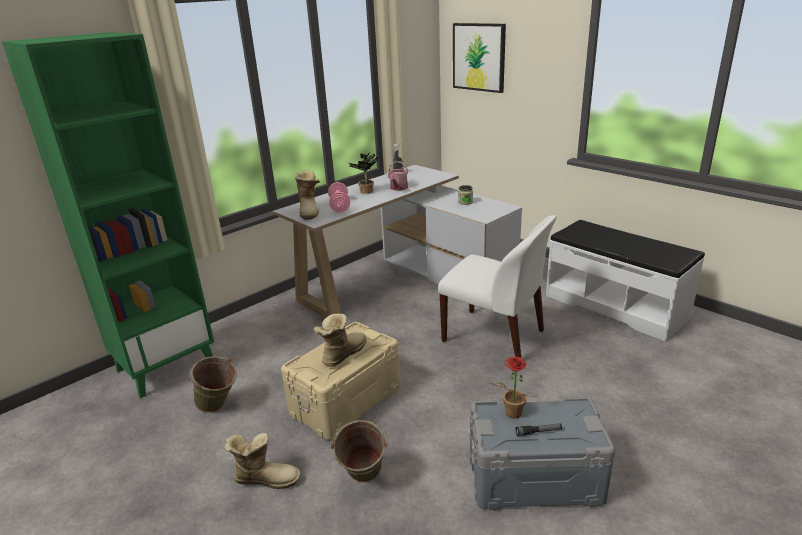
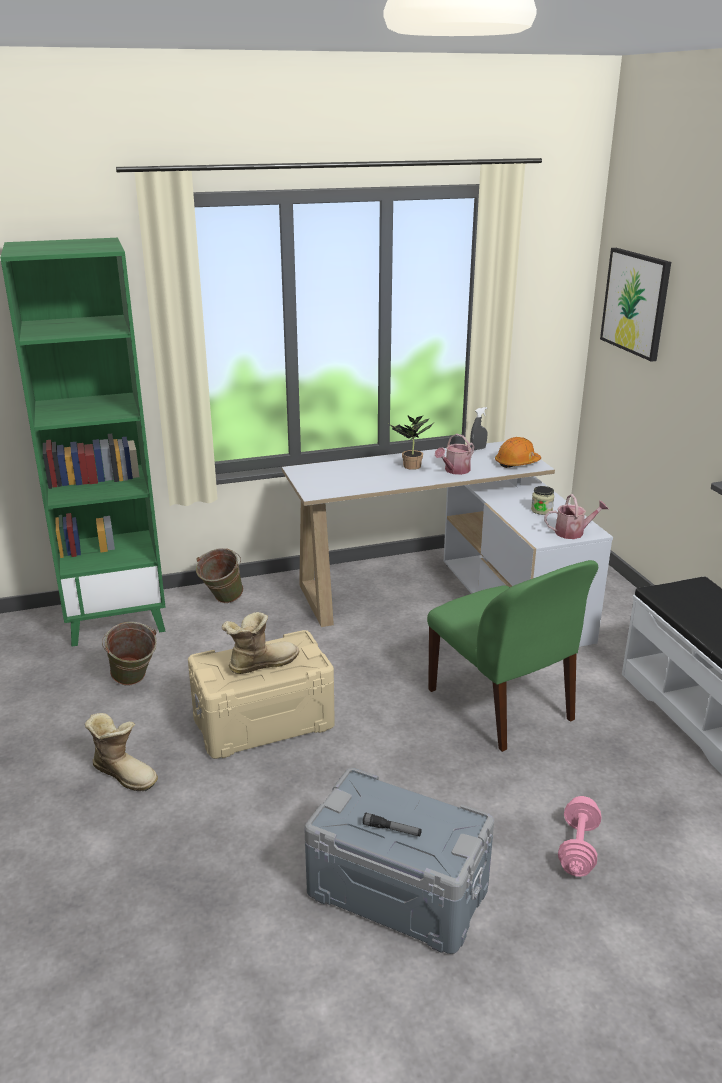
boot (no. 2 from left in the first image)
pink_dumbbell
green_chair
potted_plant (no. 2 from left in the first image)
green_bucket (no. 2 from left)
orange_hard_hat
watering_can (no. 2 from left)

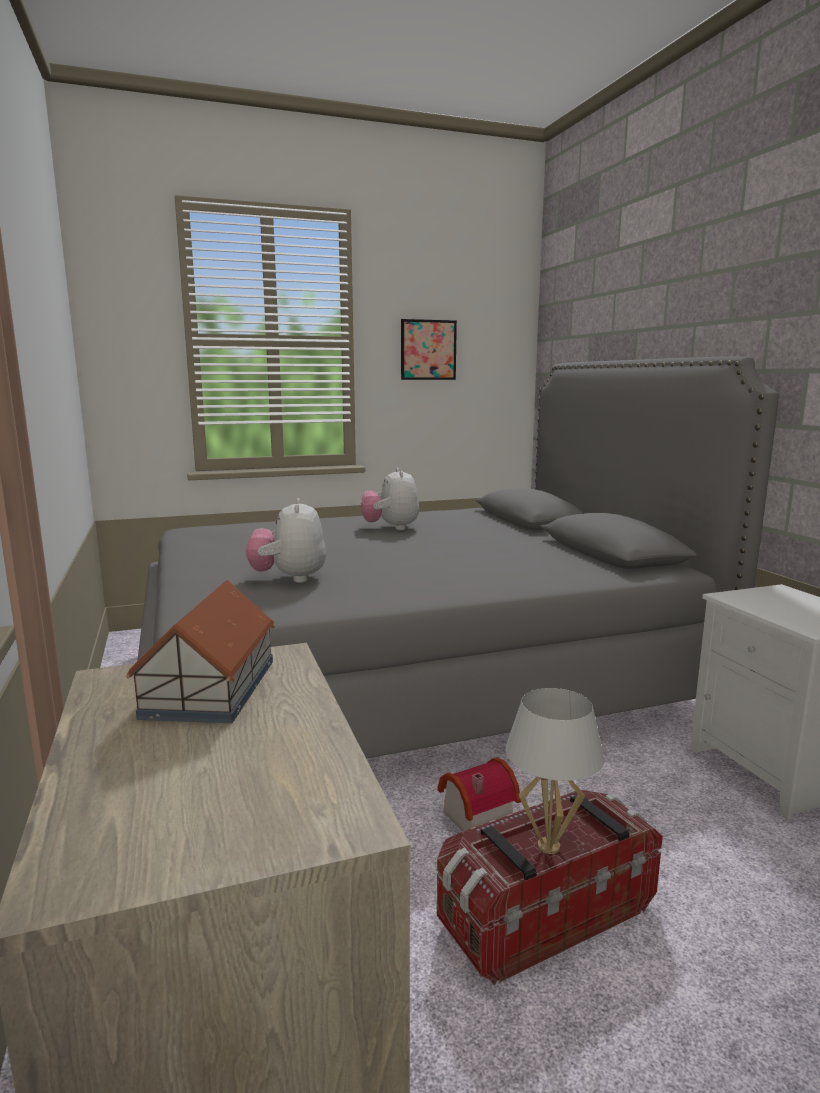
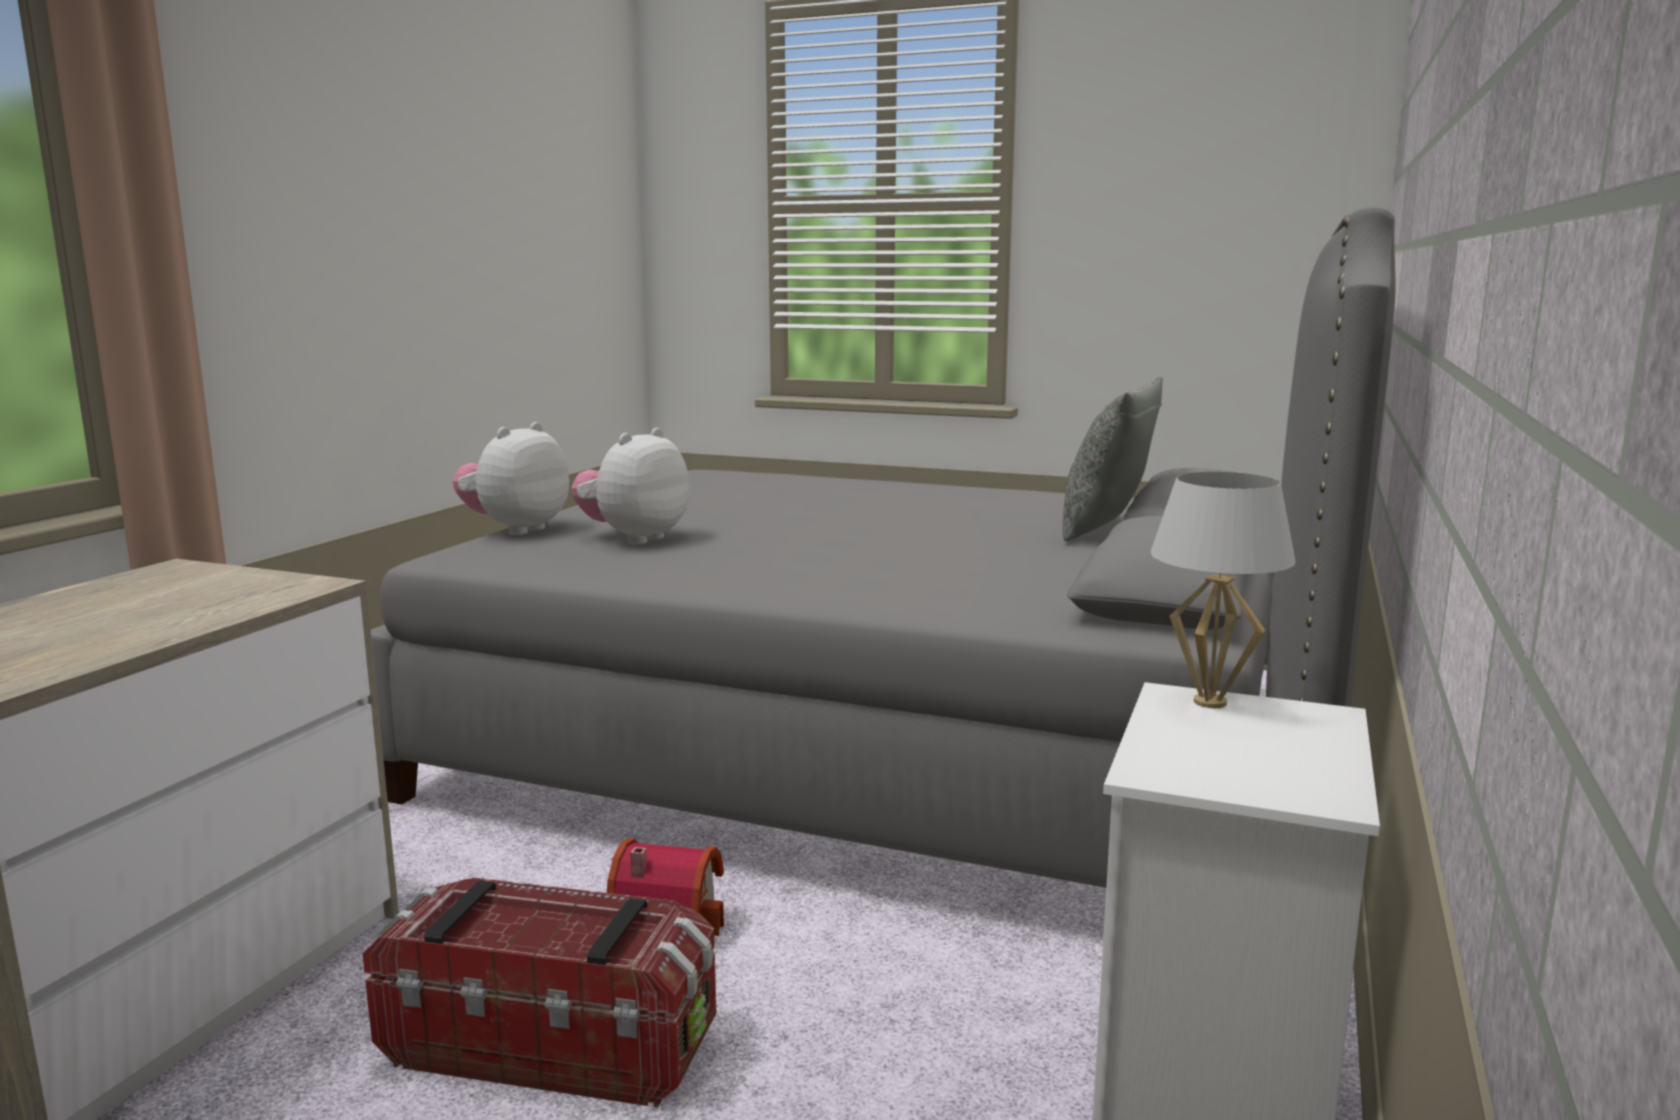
picture
plush_toy (no. 1 from left)
toy_house (no. 1 from left in the first image)
white_table_lamp
grey_pillow

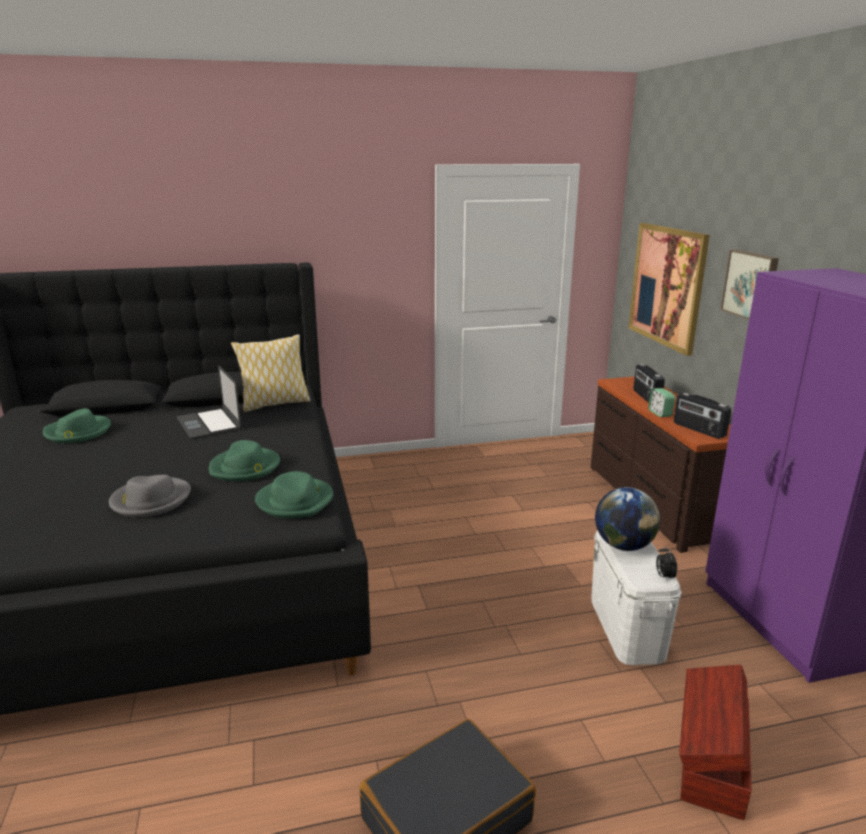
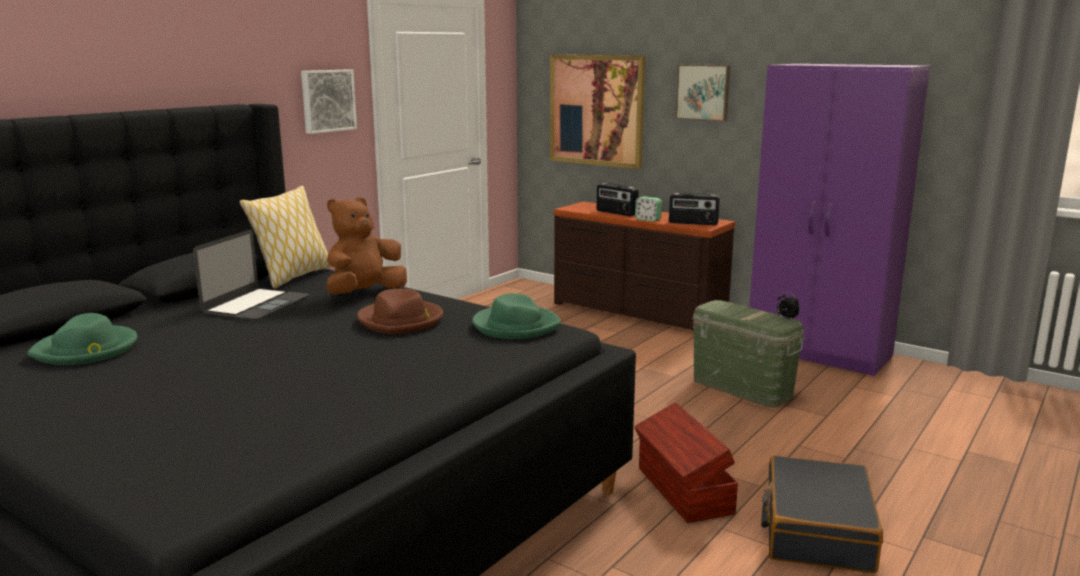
laptop
brown_hat
grey_hat
globe
green_storage_box
brown_storage_box
picture (no. 1 from left)
brown_plush_toy

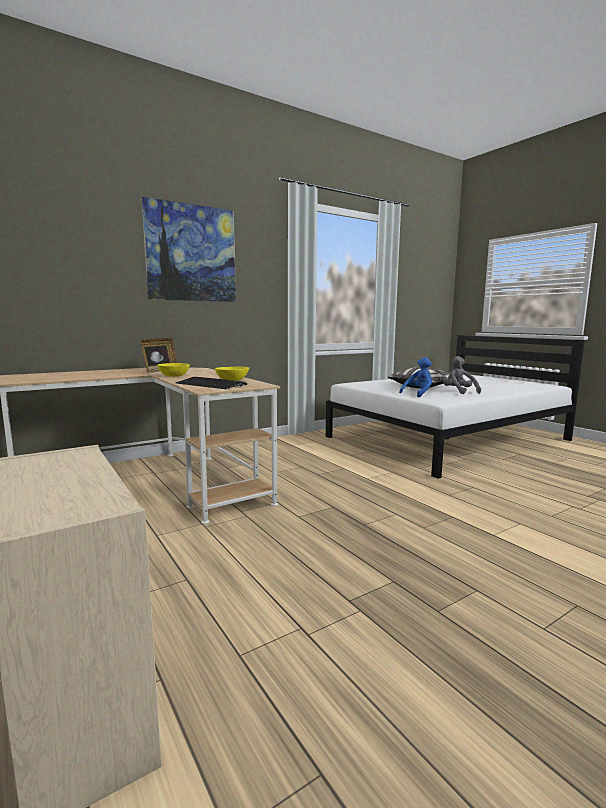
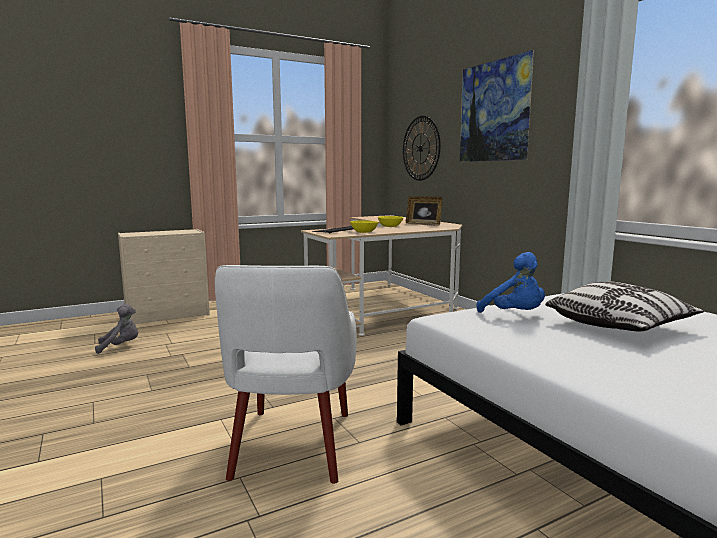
grey_plush_toy
wall_clock
white_armchair

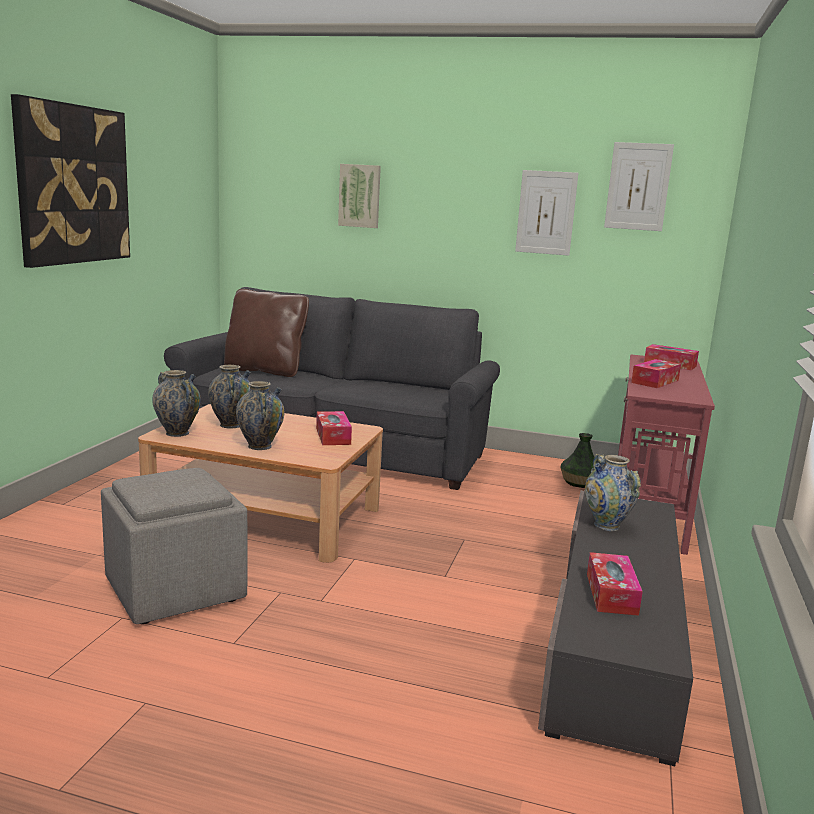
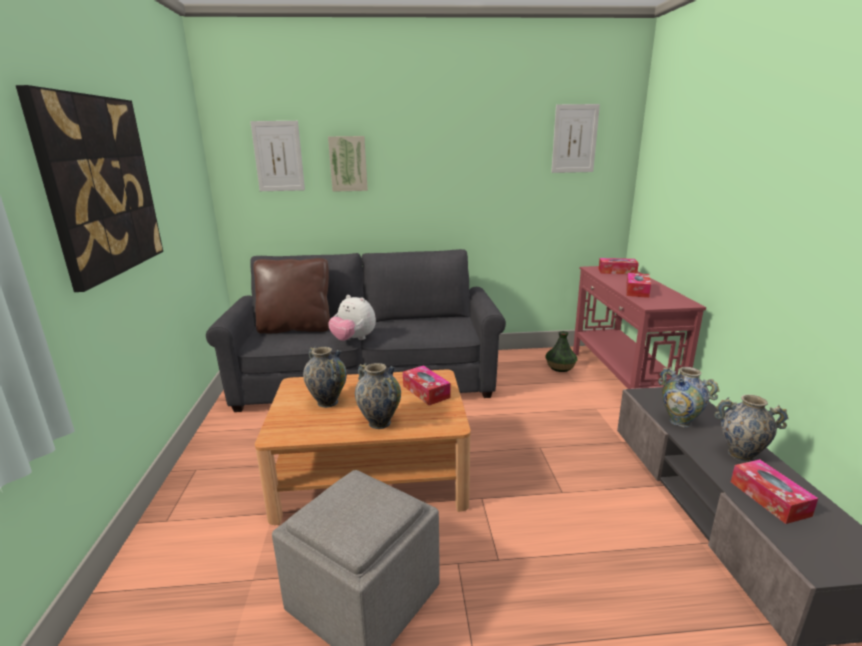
picture (no. 2 from left)
vase (no. 5 from left)
plush_toy

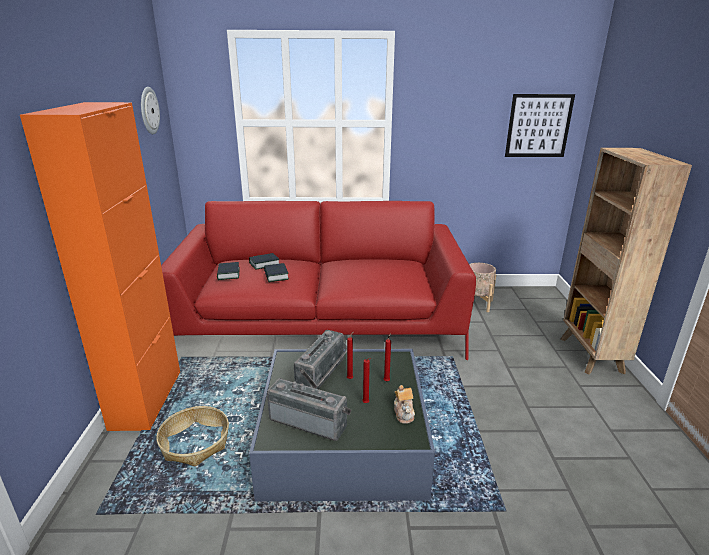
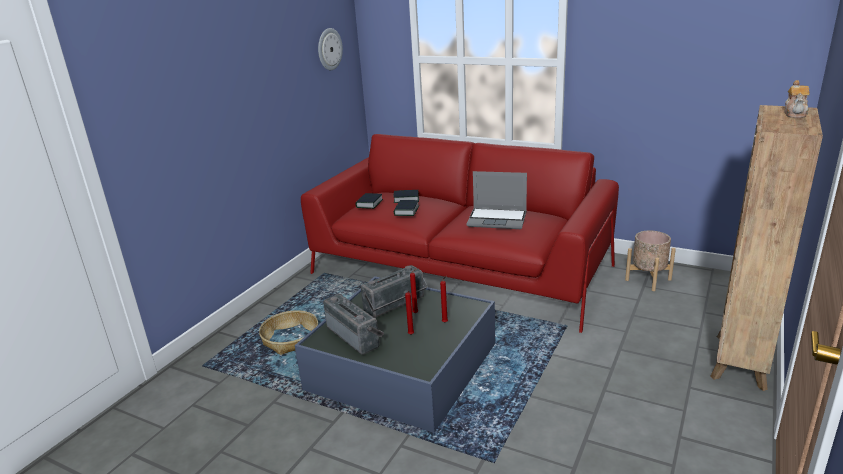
picture
orange_cabinet
teapot
laptop

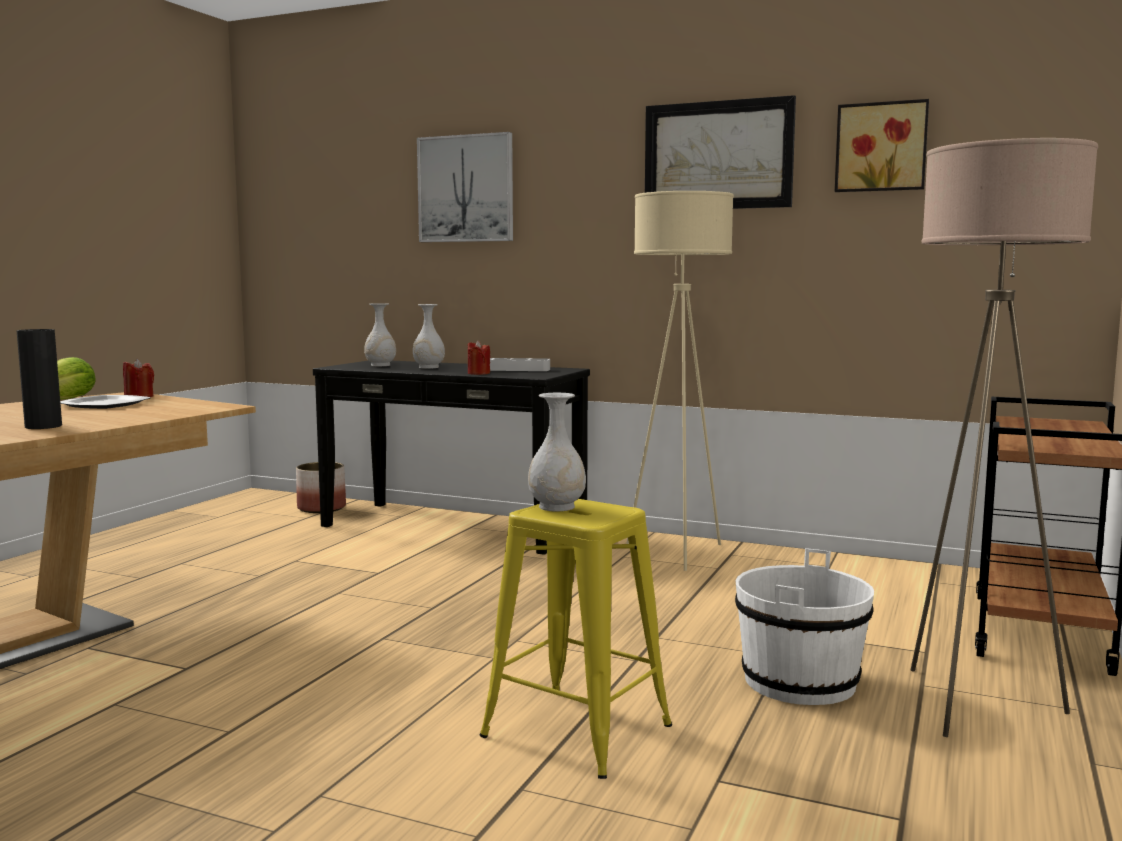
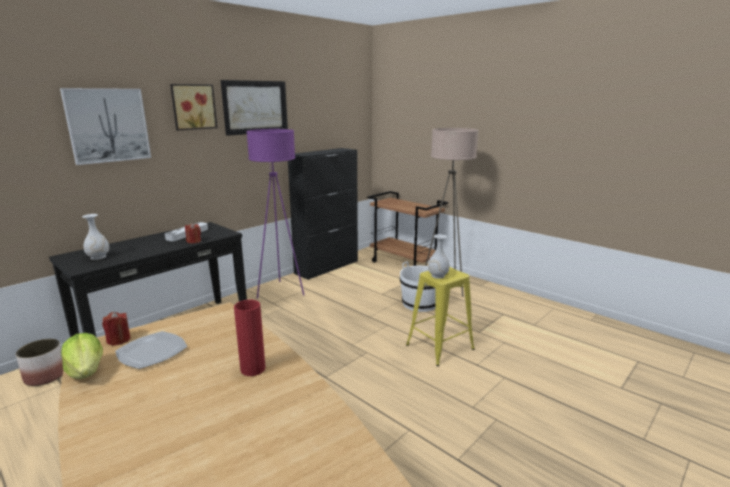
picture (no. 2 from left)
purple_floor_lamp
white_vase (no. 2 from left in the first image)
red_vase
black_cabinet

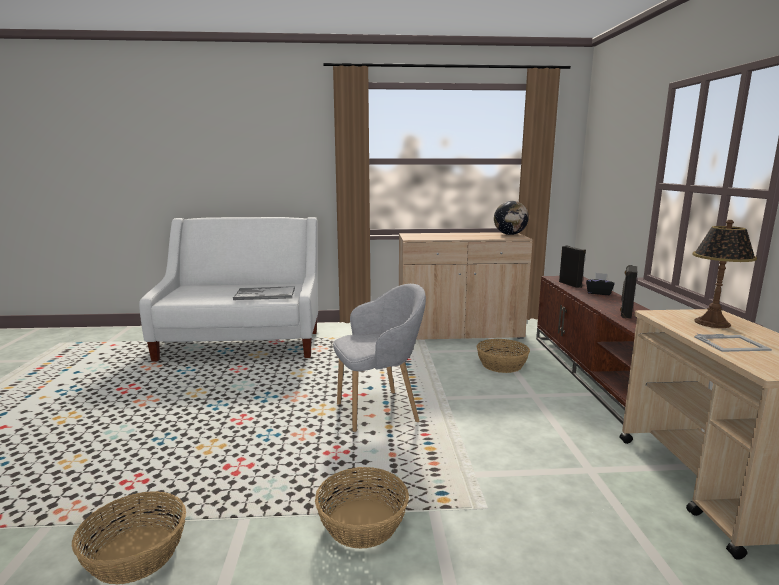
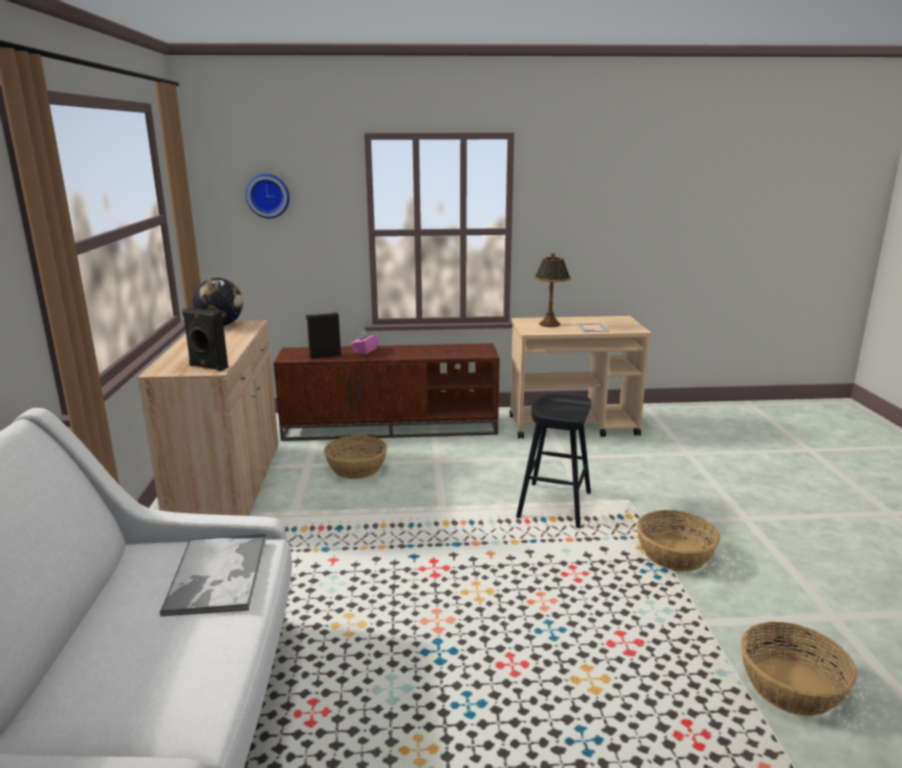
black_speaker (no. 1 from left)
pink_tissue_box
grey_armchair
wall_clock
black_stool

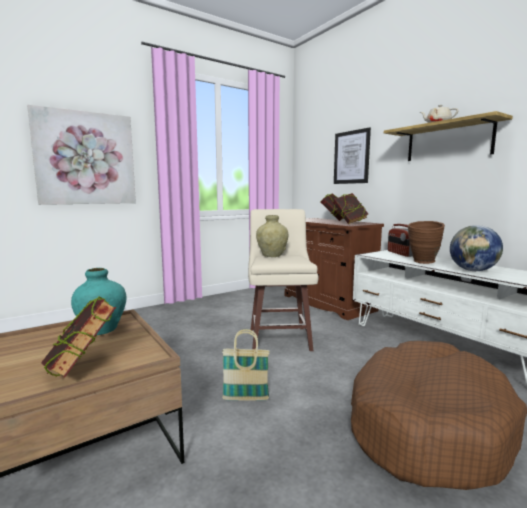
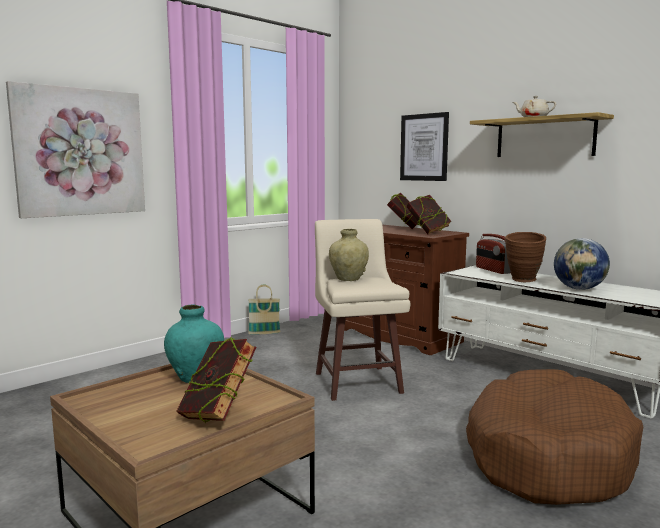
basket

